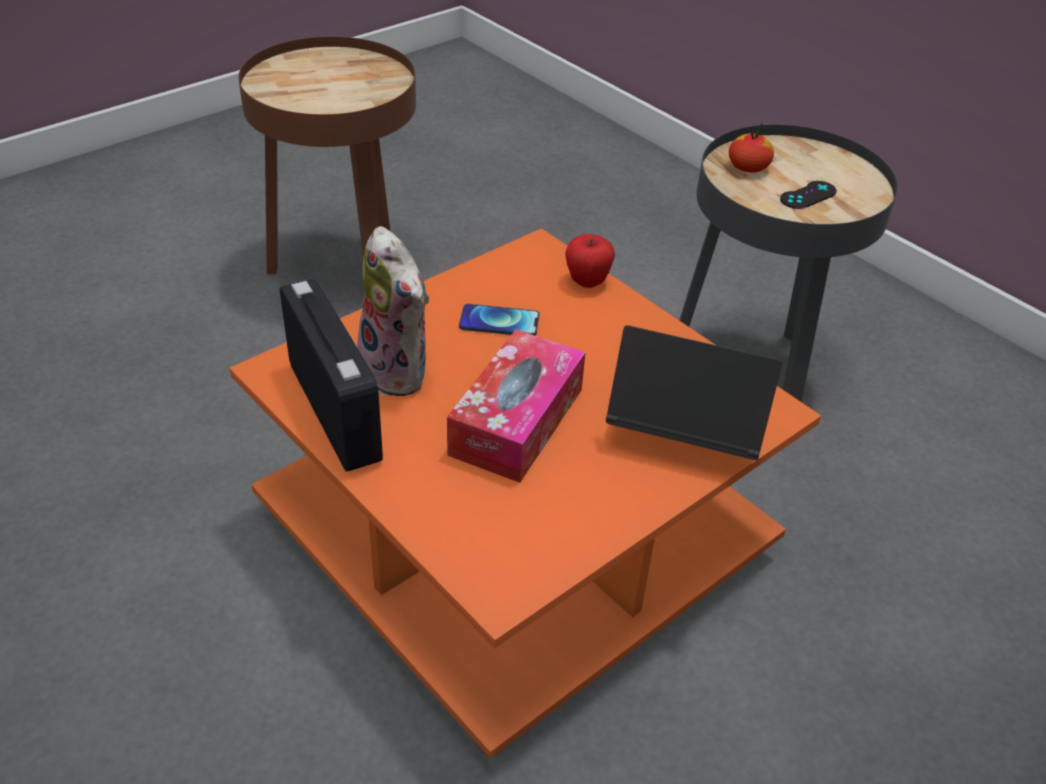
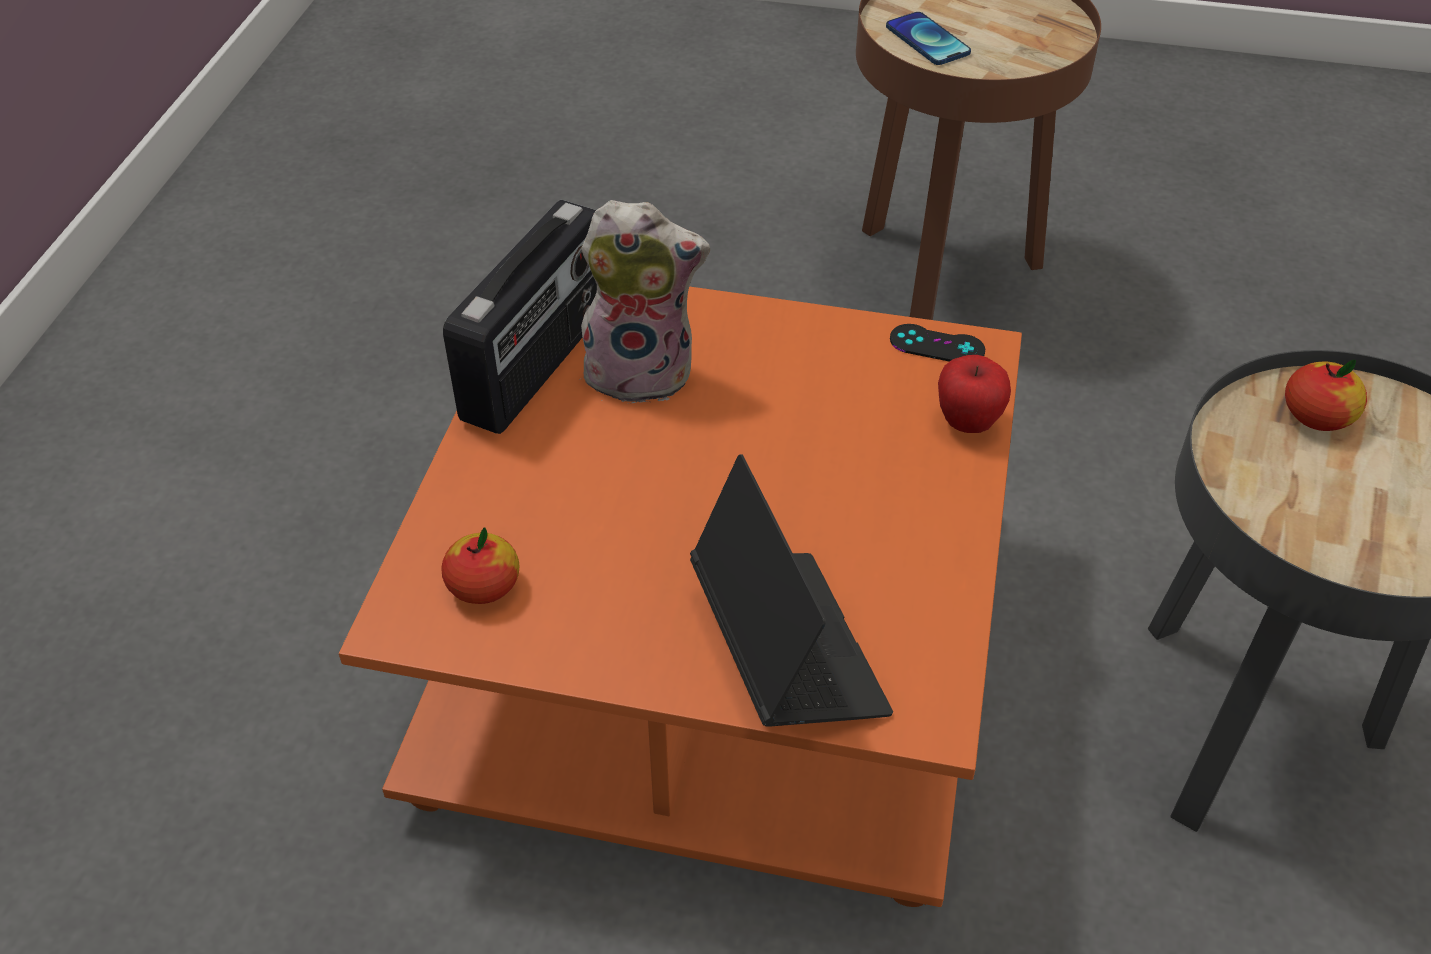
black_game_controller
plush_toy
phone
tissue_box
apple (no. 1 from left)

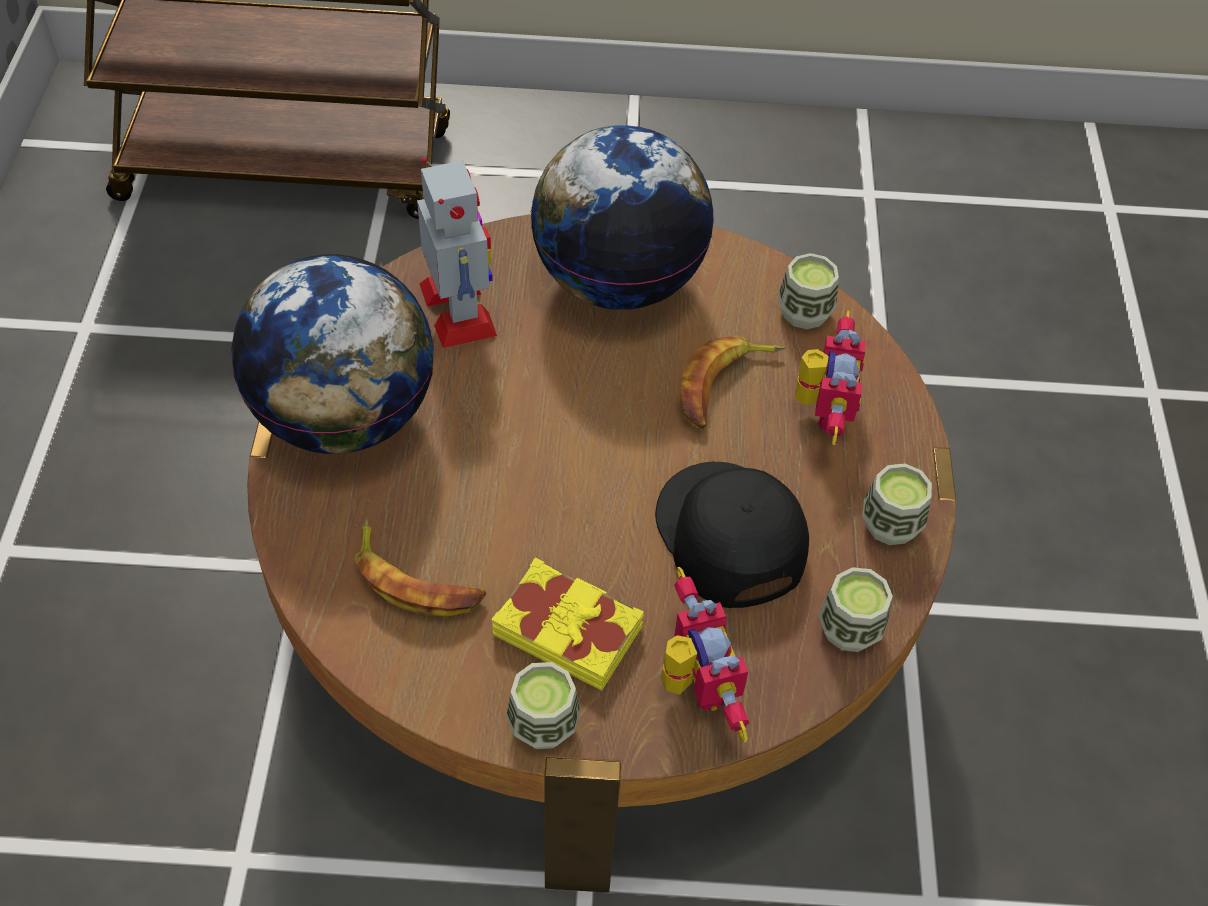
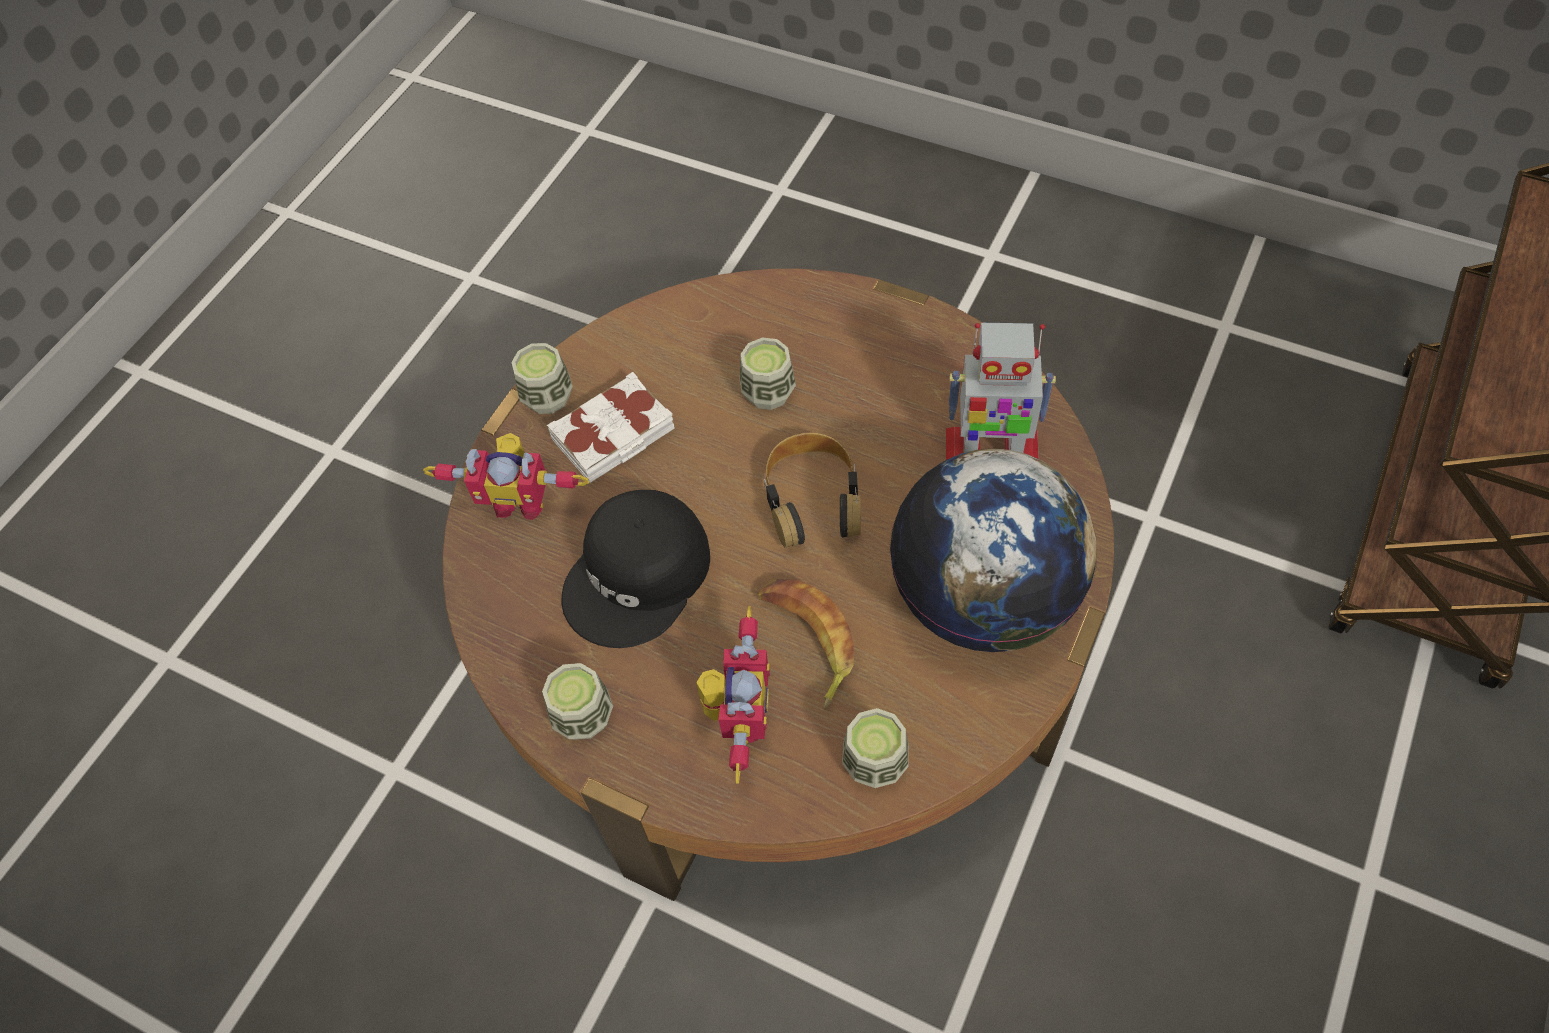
globe (no. 1 from left in the first image)
toy_robot (no. 2 from left)
black_cap
banana (no. 1 from left in the first image)
white_book
cup (no. 3 from left)
headphones

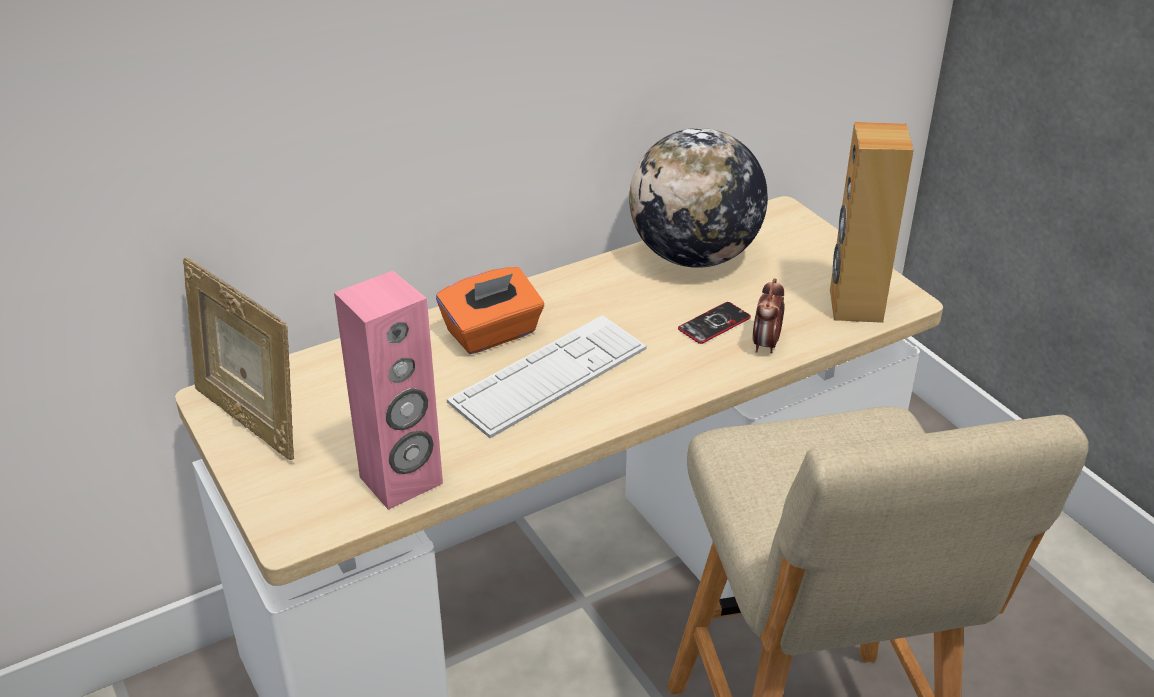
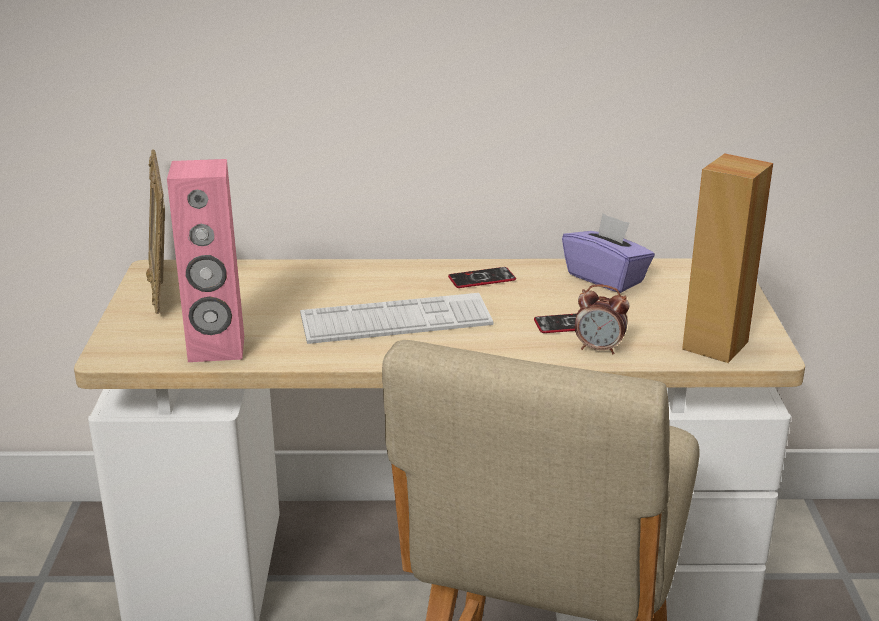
purple_tissue_box
orange_tissue_box
alarm_clock
phone (no. 1 from left)

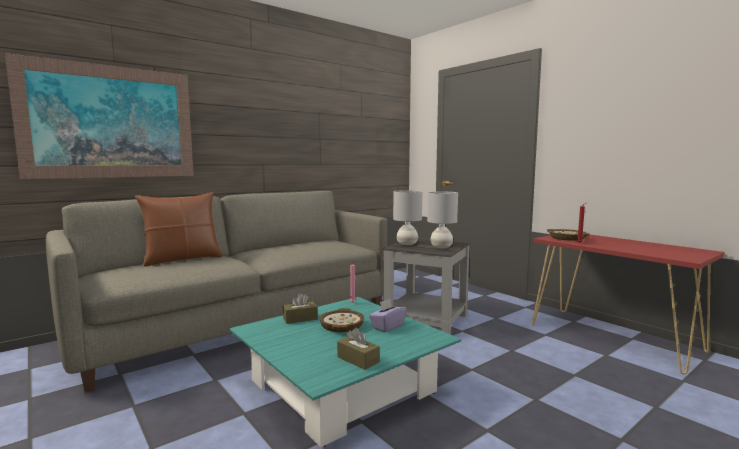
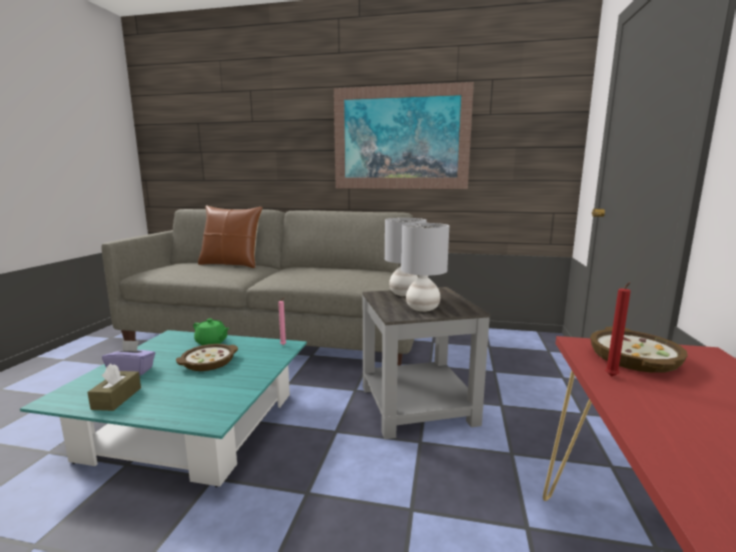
picture
green_teapot
purple_tissue_box

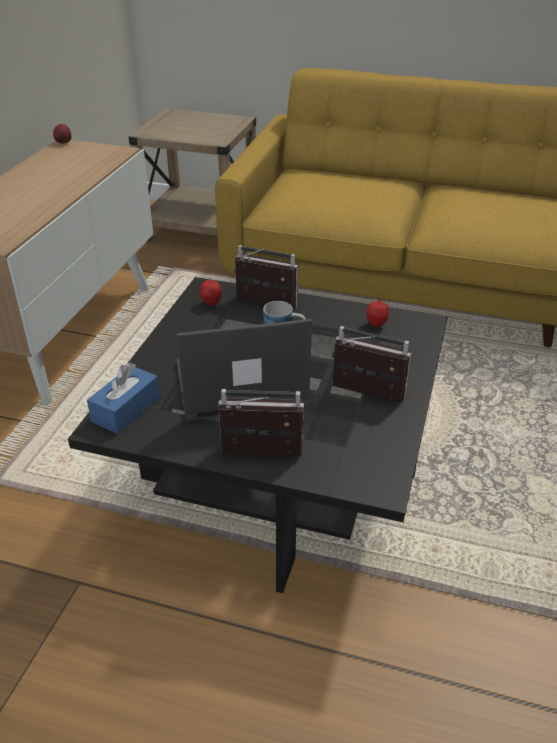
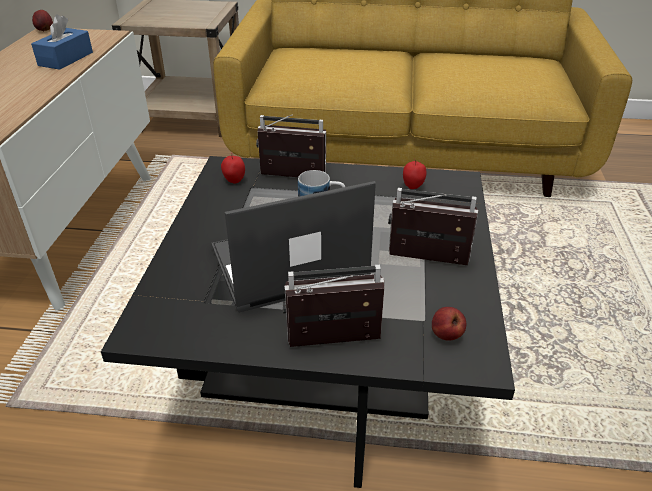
blue_tissue_box
apple (no. 4 from left)

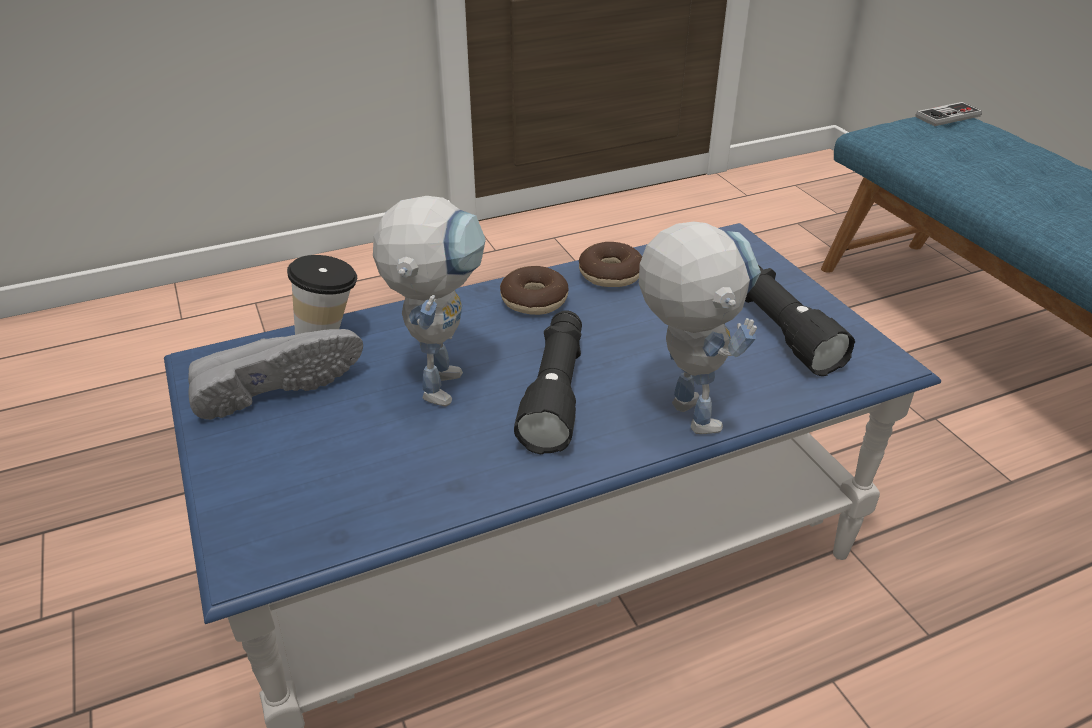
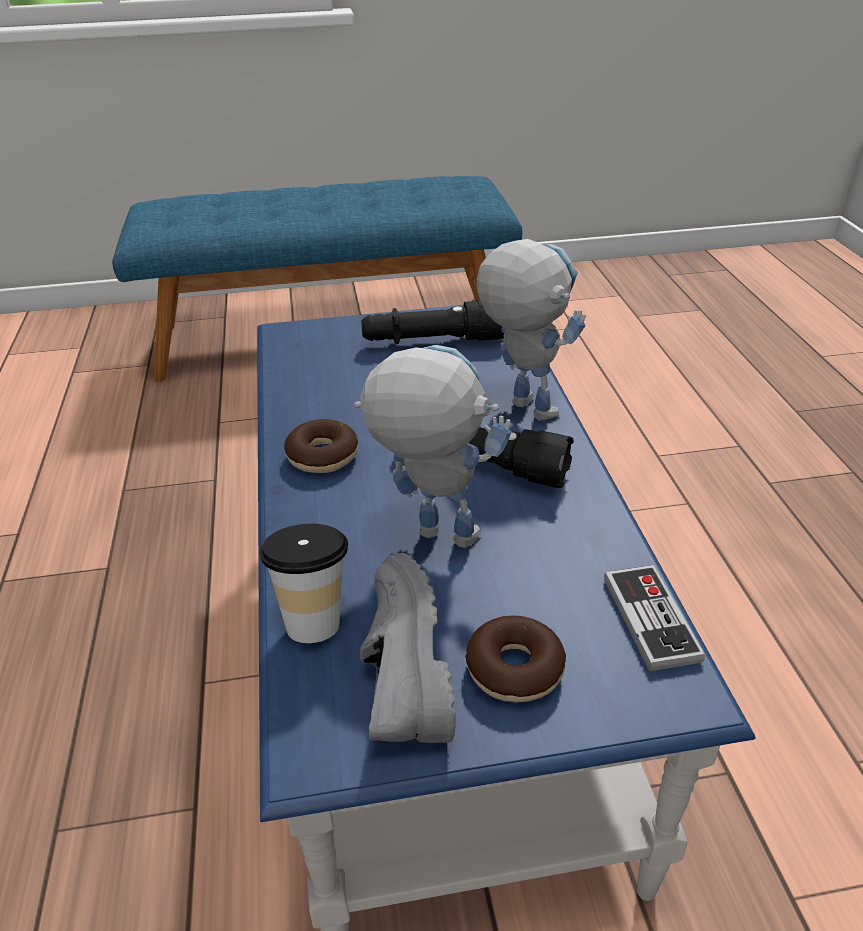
game_controller
toy_robot (no. 2 from left)
donut (no. 2 from left)

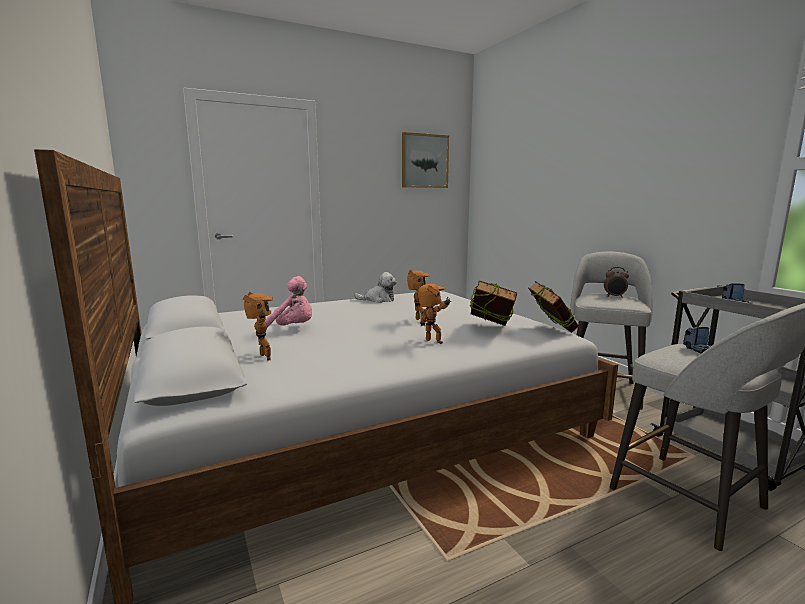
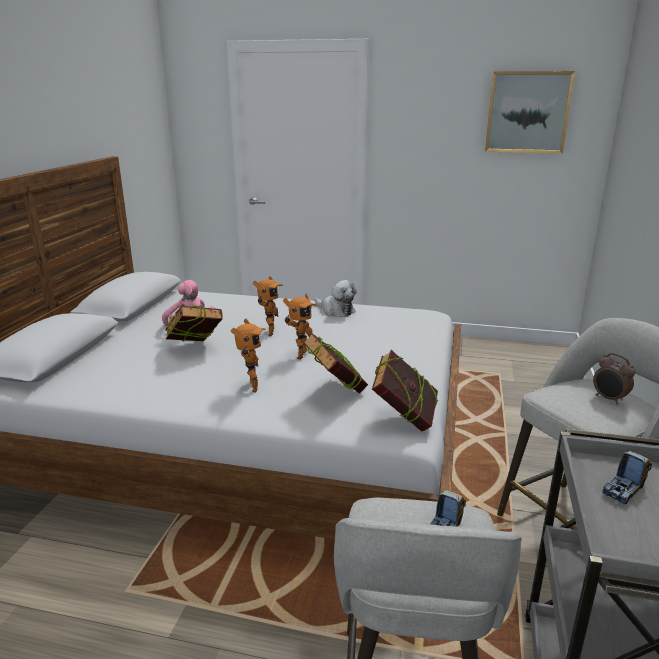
toy_robot (no. 2 from left)
book (no. 1 from left)

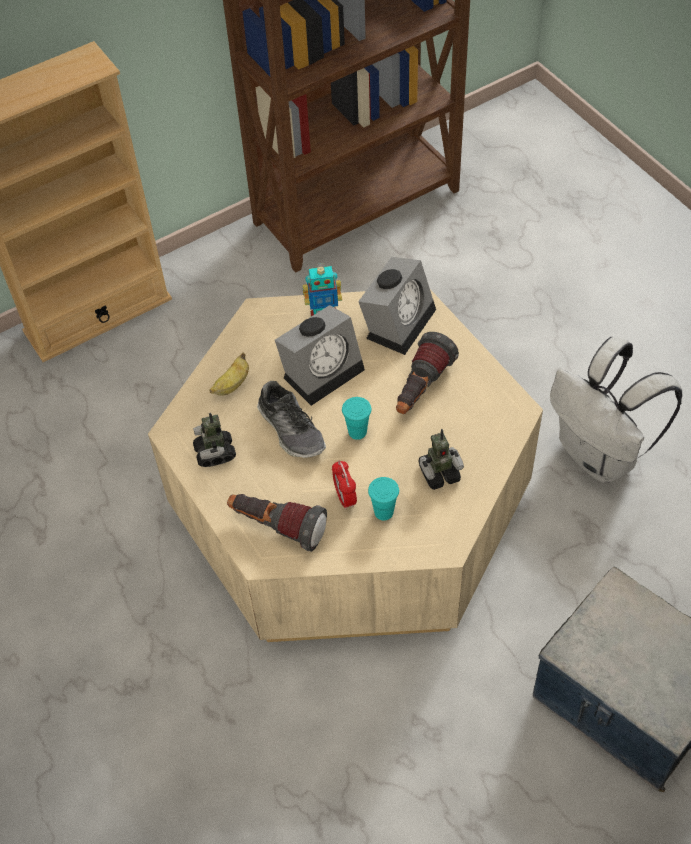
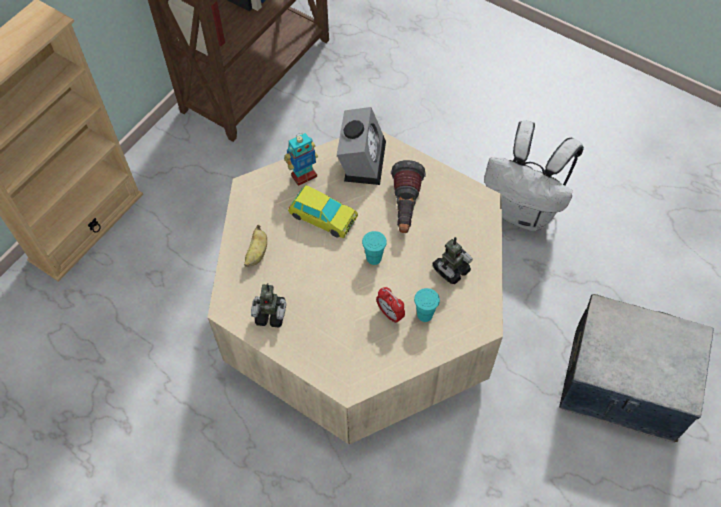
toy_car
shoe
toy_robot (no. 1 from left)
flashlight (no. 1 from left in the first image)

